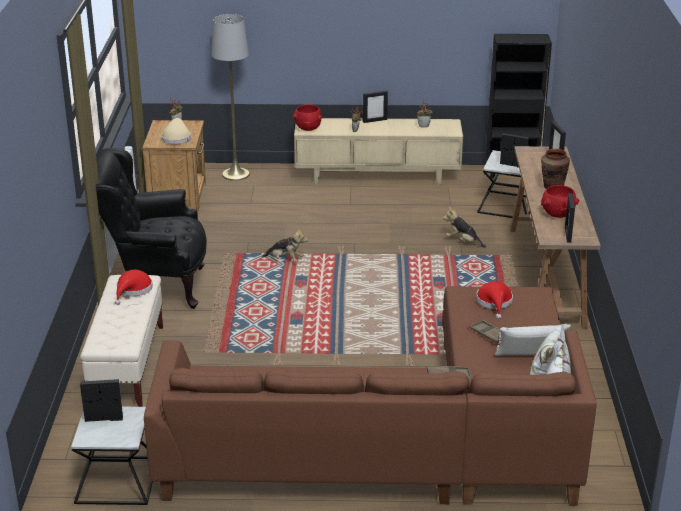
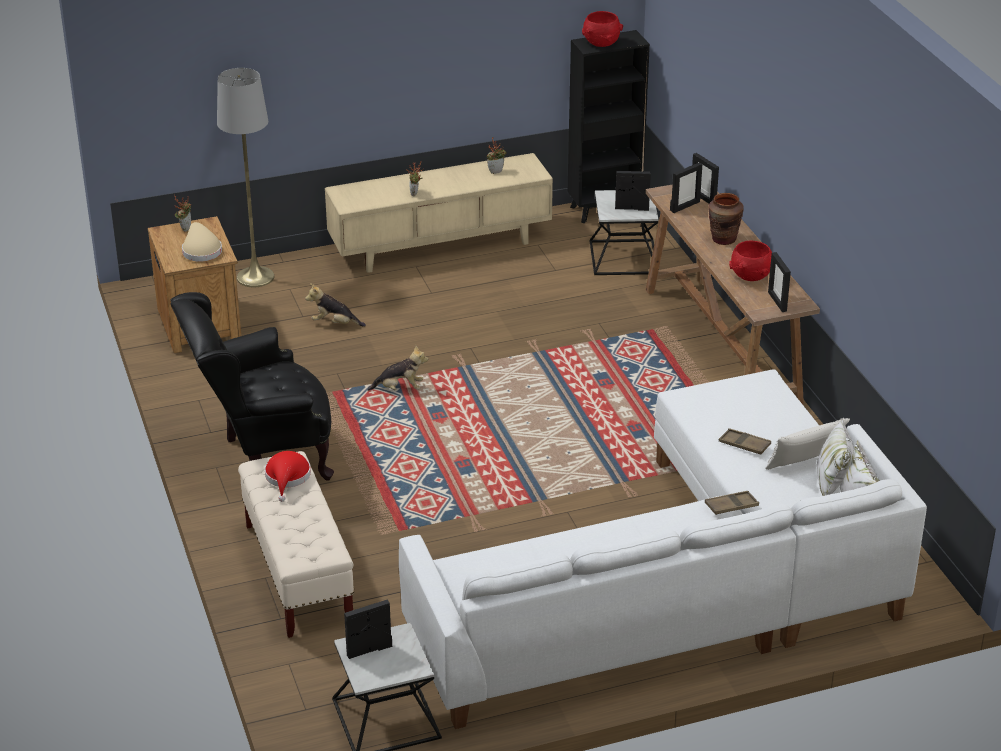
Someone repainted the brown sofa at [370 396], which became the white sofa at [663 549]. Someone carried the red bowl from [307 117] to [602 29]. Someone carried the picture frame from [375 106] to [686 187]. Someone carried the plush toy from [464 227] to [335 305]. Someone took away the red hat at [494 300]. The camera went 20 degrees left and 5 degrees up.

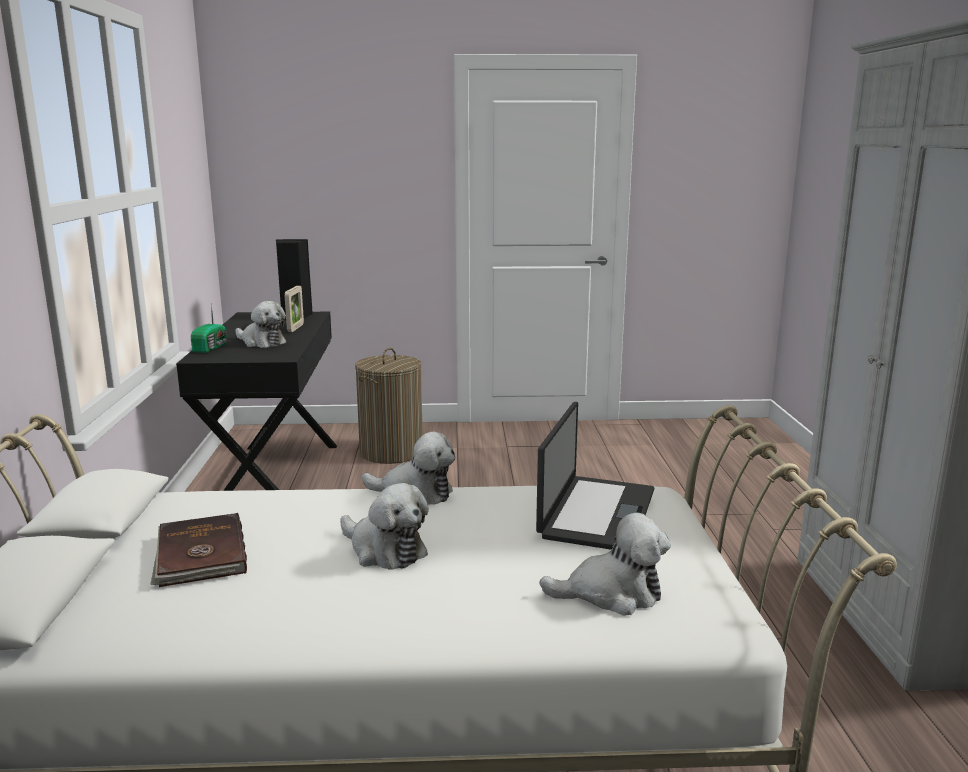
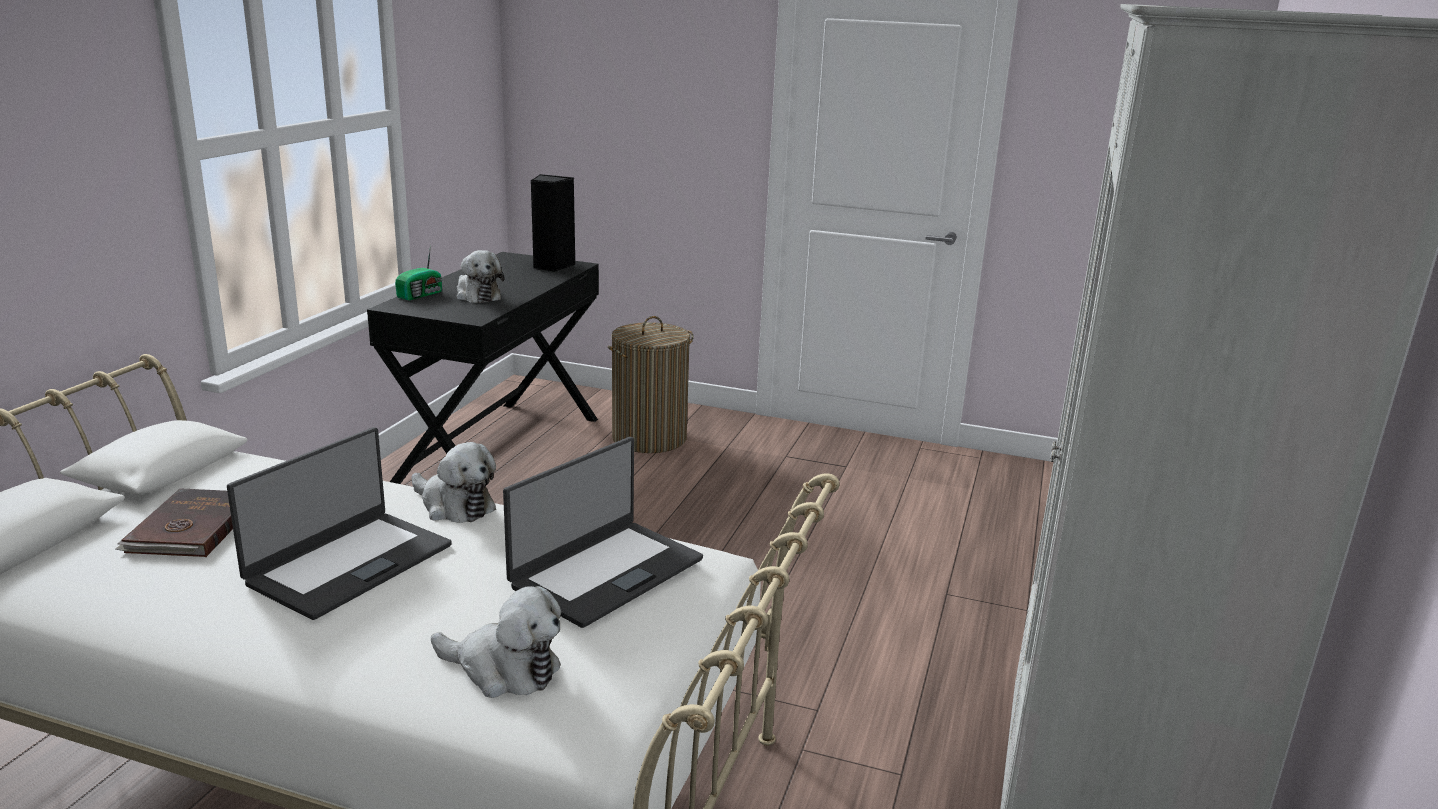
Someone took away the picture frame at [294 309]. Someone swapped the plush toy at [384 526] for the laptop at [339 523]. The camera went 20 degrees right and 5 degrees up.

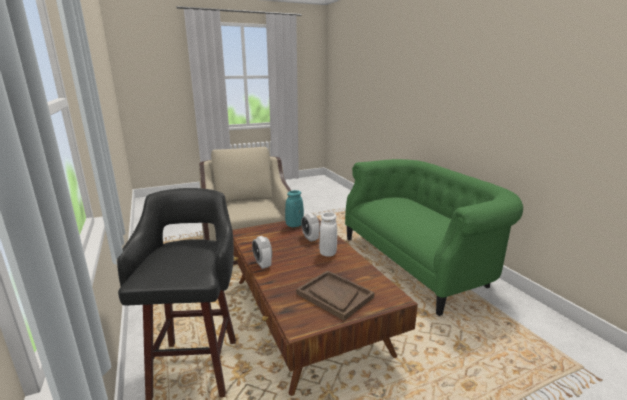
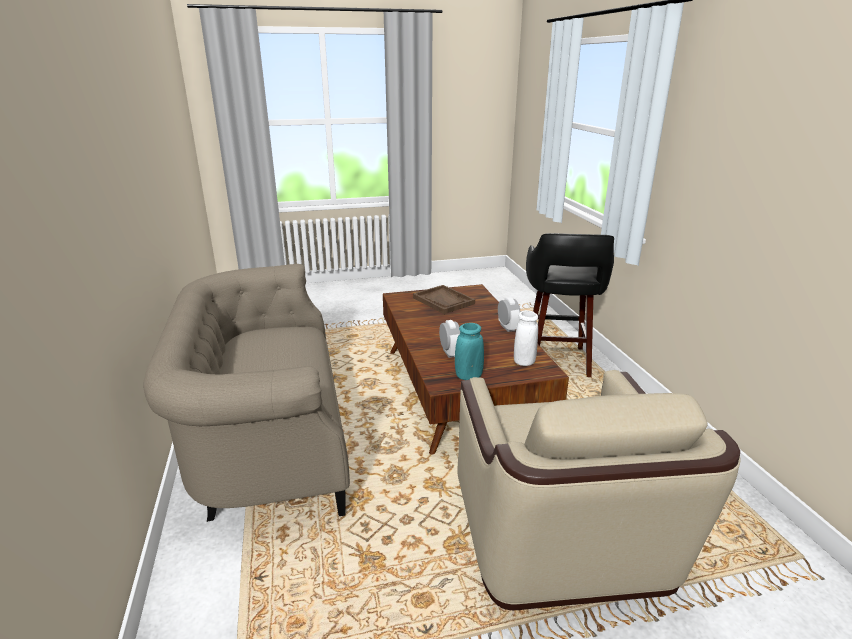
Someone carried the white vase from [328 234] to [526 338]. Someone repainted the green sofa at [434 237], which became the beige sofa at [246 393]. The camera went 170 degrees left and 5 degrees up.

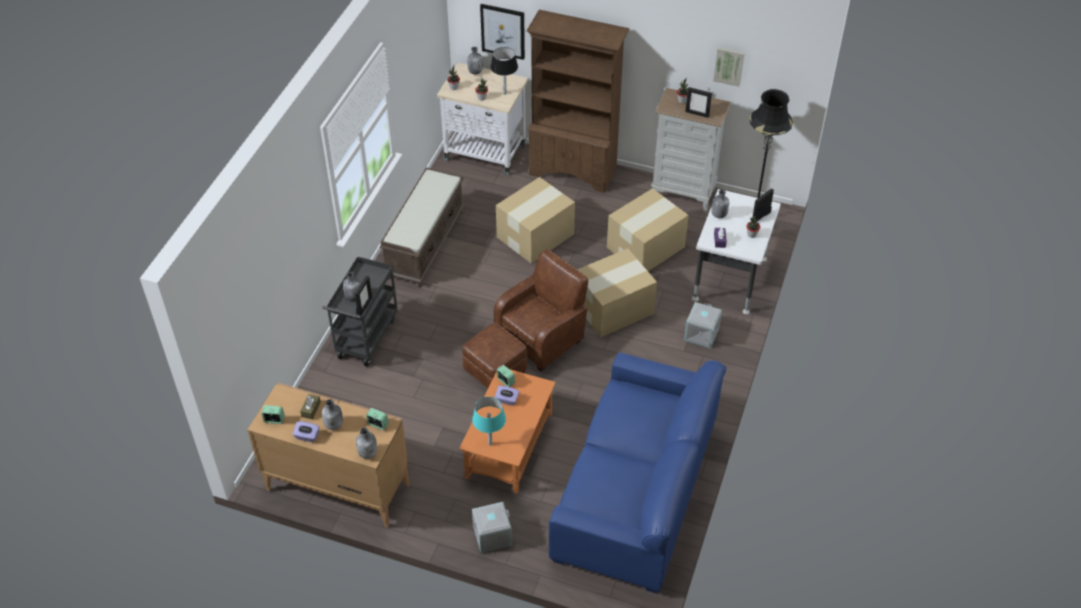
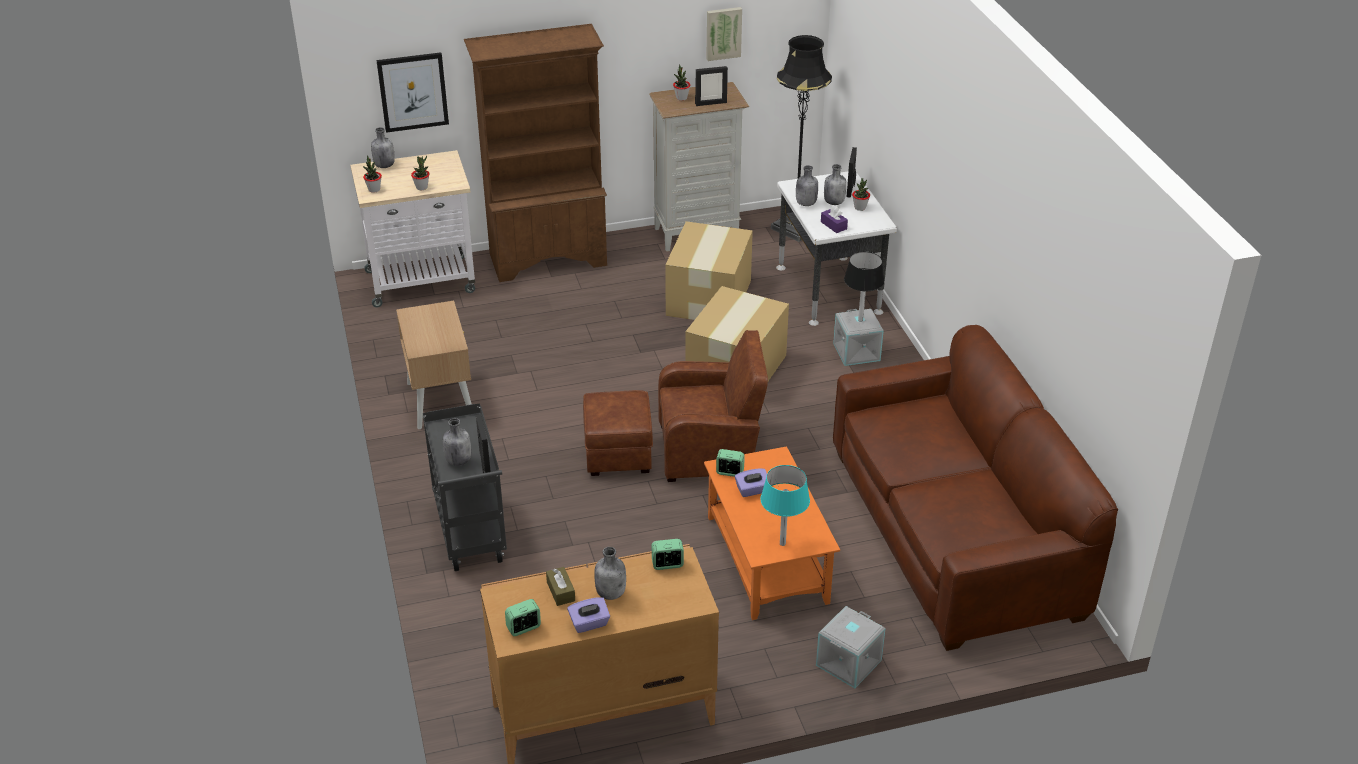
Someone carried the grey bottle from [366 443] to [835 184]. Someone swapped the brown bench at [422 227] for the beige nightstand at [434 365]. Someone rotated the brown armchair at [525 318] by 75 degrees clockwise. Someone carried the black table lamp from [504 71] to [864 287]. Someone took away the cardboard box at [535 220]. Someone repainted the blue sofa at [637 473], which became the brown sofa at [975 488]. The camera went 35 degrees left and 10 degrees down.

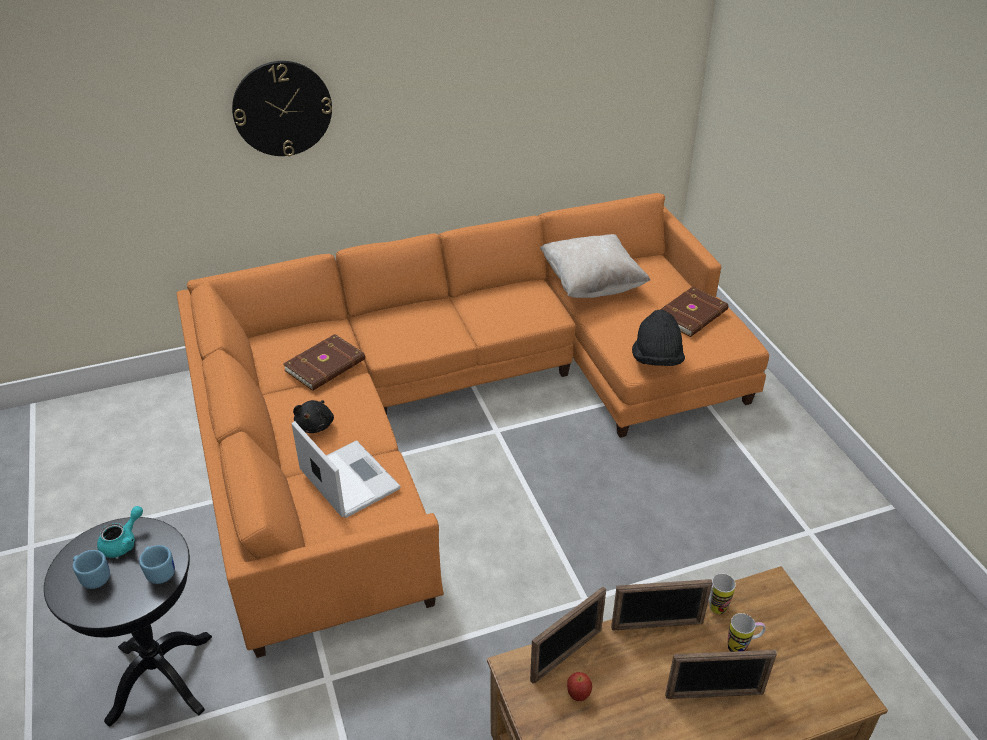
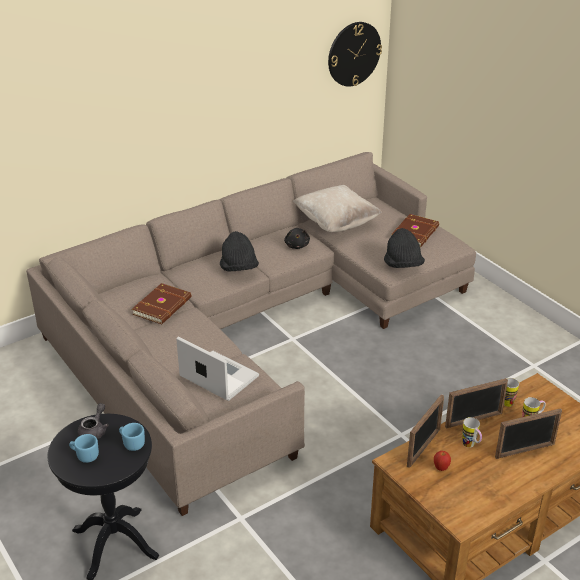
Someone repainted the turquoise teapot at [120 532], which became the grey teapot at [93 421]. Someone repainted the orange sofa at [473 425], which became the beige sofa at [251 334]. Someone carried the wall clock from [282 108] to [355 54]. Someone carried the black plush toy from [313 416] to [297 238]. Someone put down the black hat at [239 251]. Someone put down the mug at [472 432]. The camera went 15 degrees left and 5 degrees down.

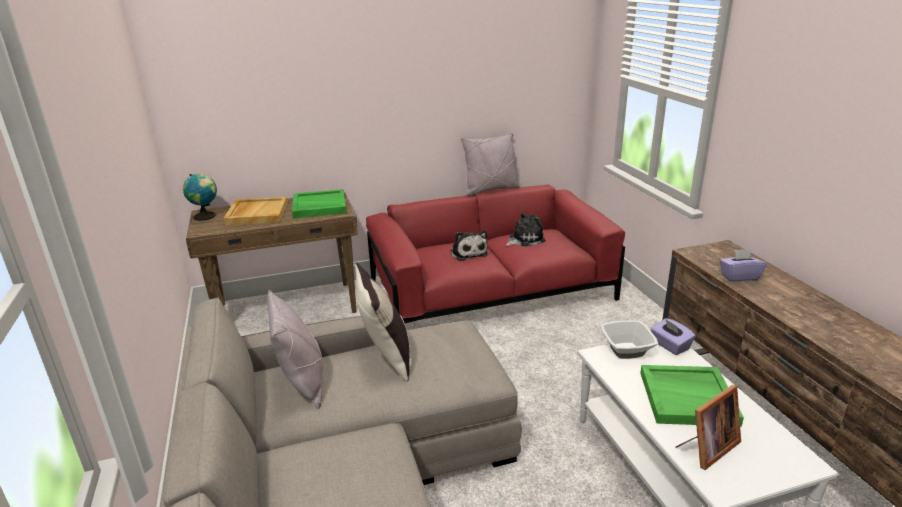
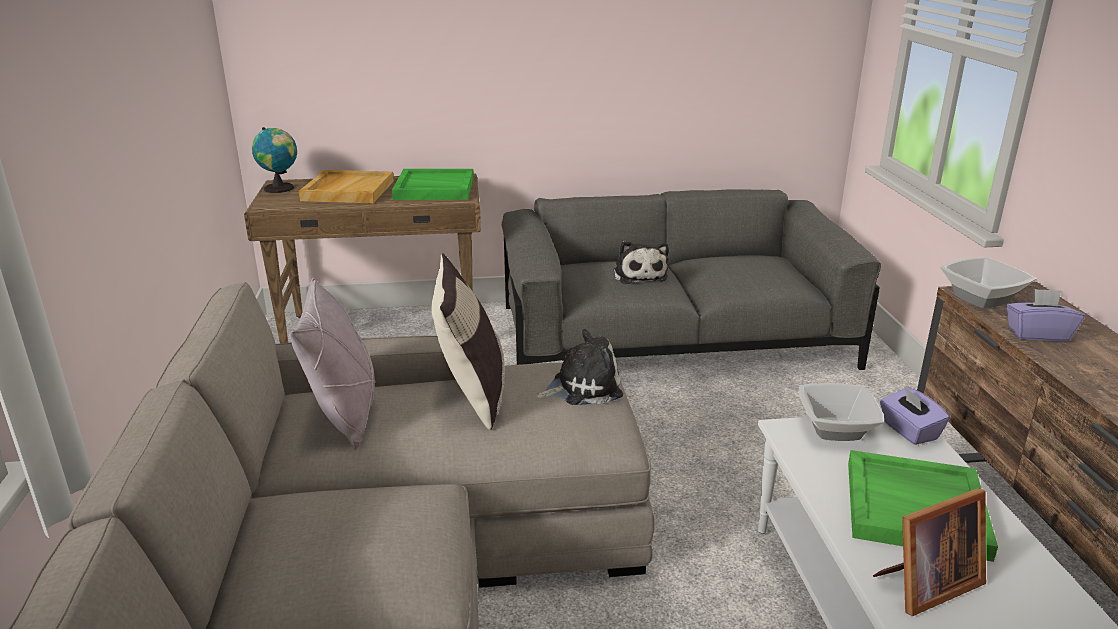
Someone repainted the red sofa at [495 253], which became the grey sofa at [691 279]. Someone took away the purple pillow at [490 164]. Someone carried the plush toy from [525 229] to [579 367]. Someone put down the bowl at [988 282]. The camera went 10 degrees right and 0 degrees up.

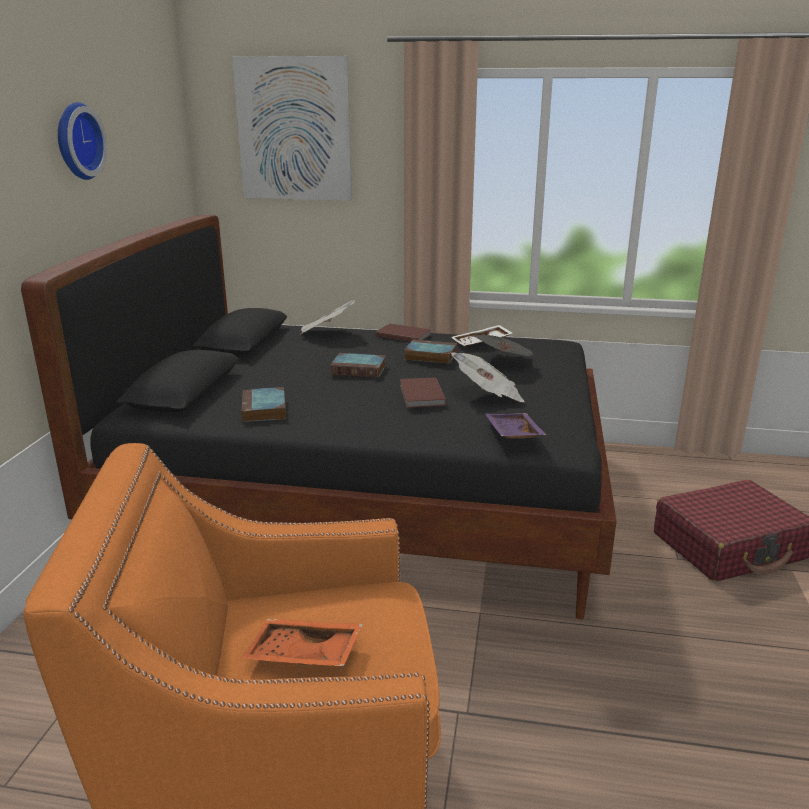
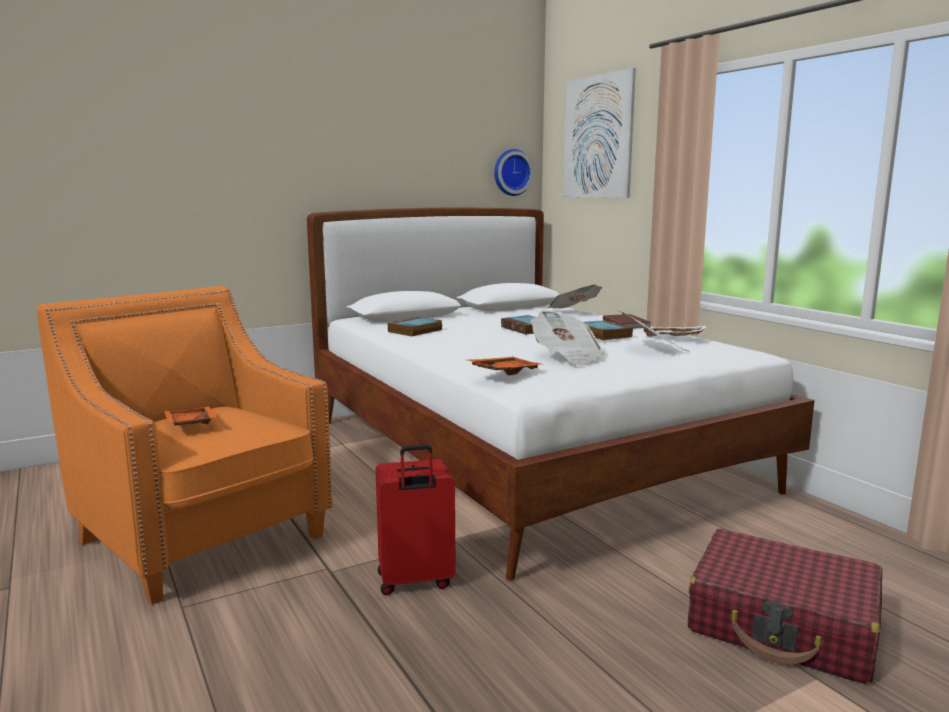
Someone repainted the black bed at [319 417], which became the white bed at [561 394]. Someone carried the wall clock from [83 141] to [513 172]. Someone took away the brown book at [423 392]. Someone repainted the purple tray at [515 426], which became the orange tray at [506 366]. Someone put down the red suitcase at [415 519]. The camera went 50 degrees right and 10 degrees down.

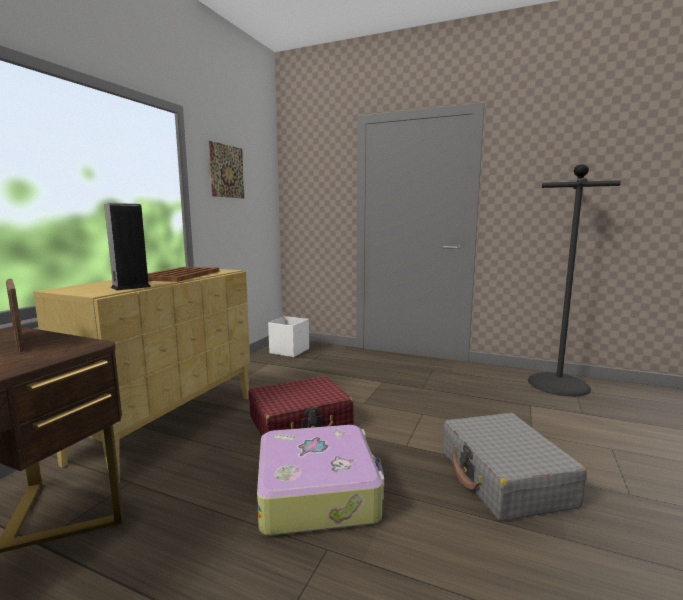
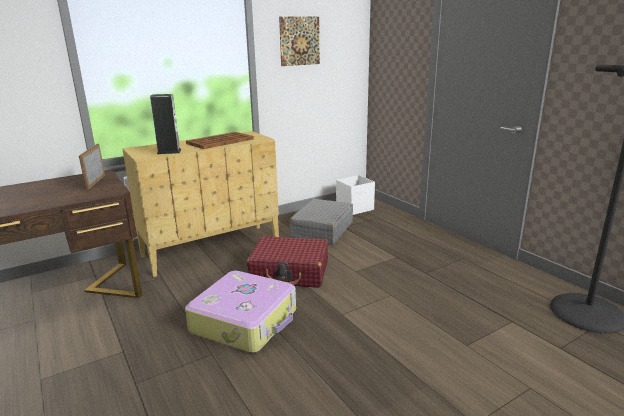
Someone carried the grey suitcase from [515 467] to [321 222]. The camera went 35 degrees right and 10 degrees up.

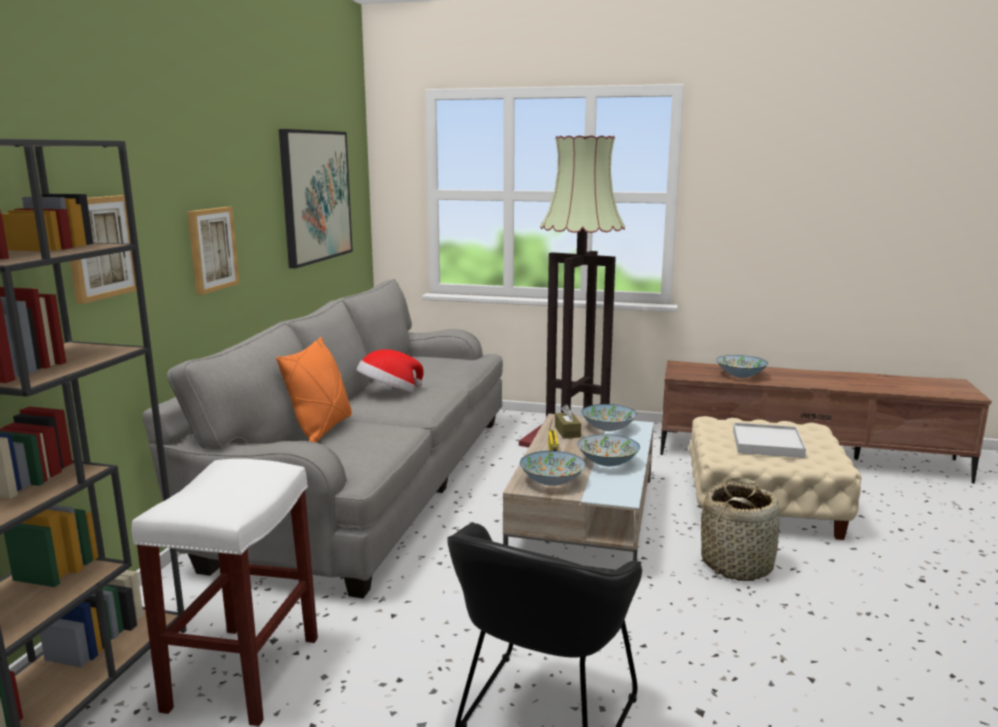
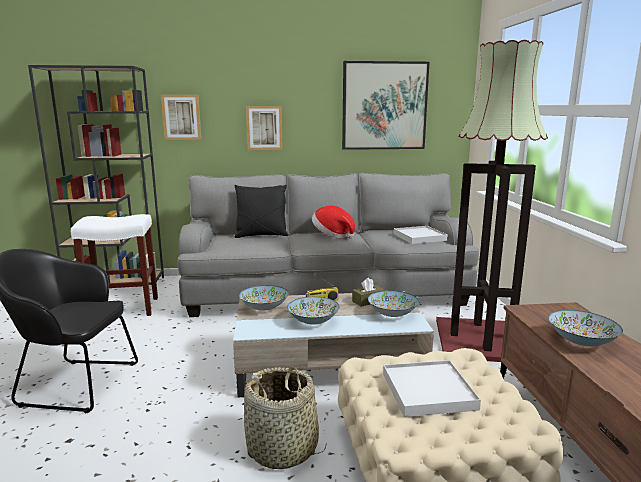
Someone repainted the orange pillow at [314 390], which became the black pillow at [261 211]. Someone put down the white tray at [420 235]. The camera went 70 degrees right and 0 degrees up.

